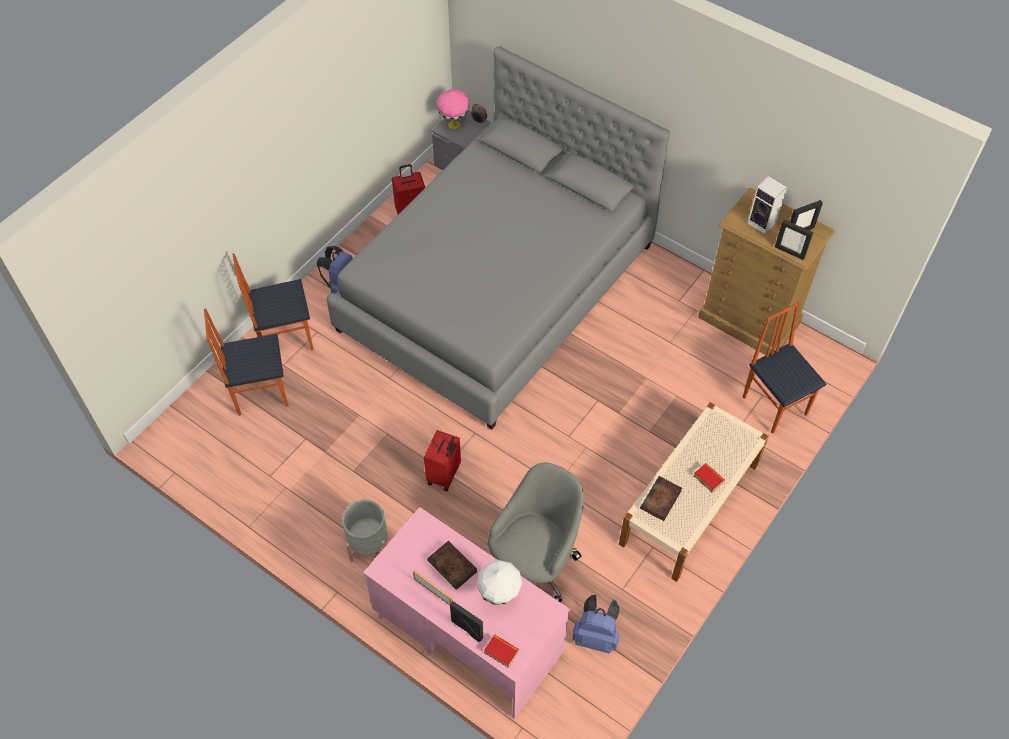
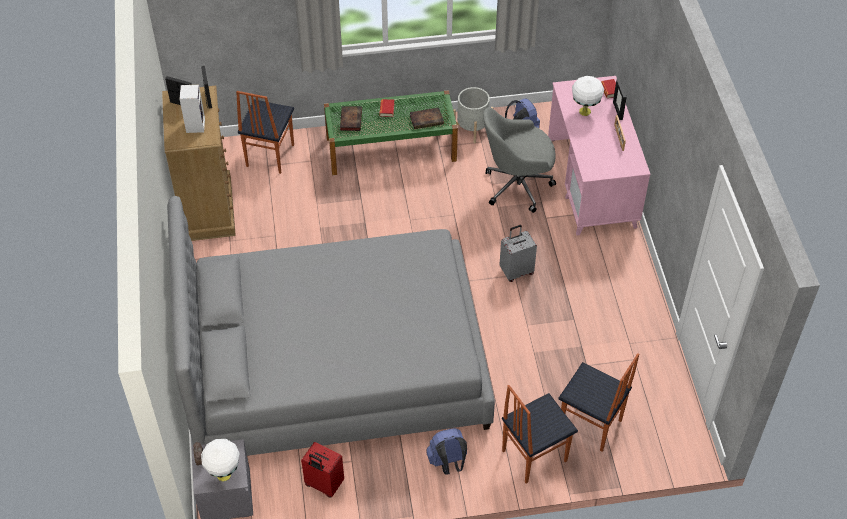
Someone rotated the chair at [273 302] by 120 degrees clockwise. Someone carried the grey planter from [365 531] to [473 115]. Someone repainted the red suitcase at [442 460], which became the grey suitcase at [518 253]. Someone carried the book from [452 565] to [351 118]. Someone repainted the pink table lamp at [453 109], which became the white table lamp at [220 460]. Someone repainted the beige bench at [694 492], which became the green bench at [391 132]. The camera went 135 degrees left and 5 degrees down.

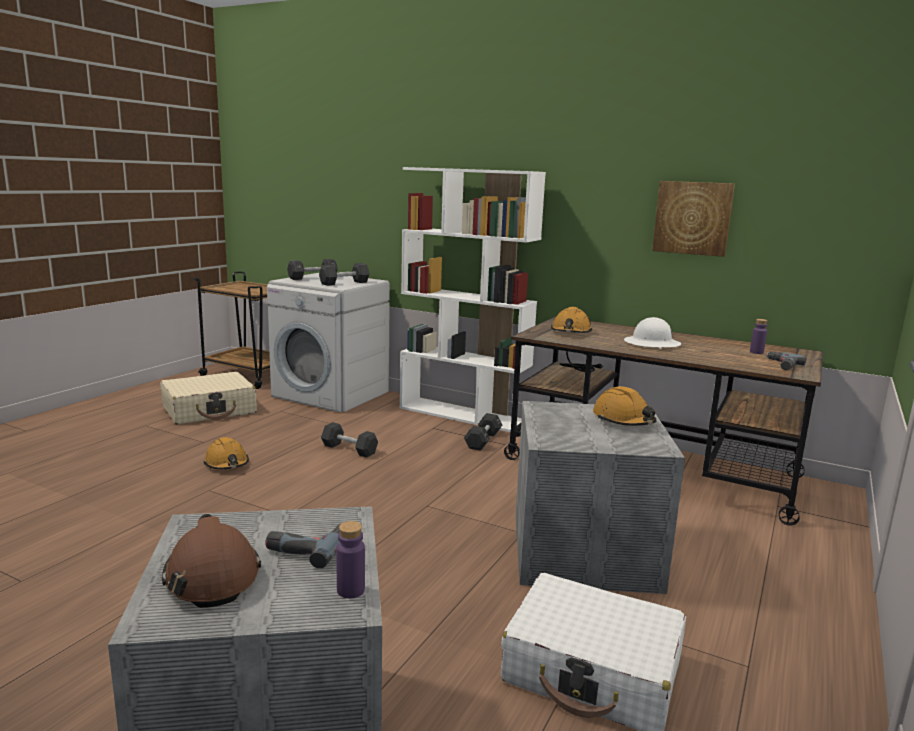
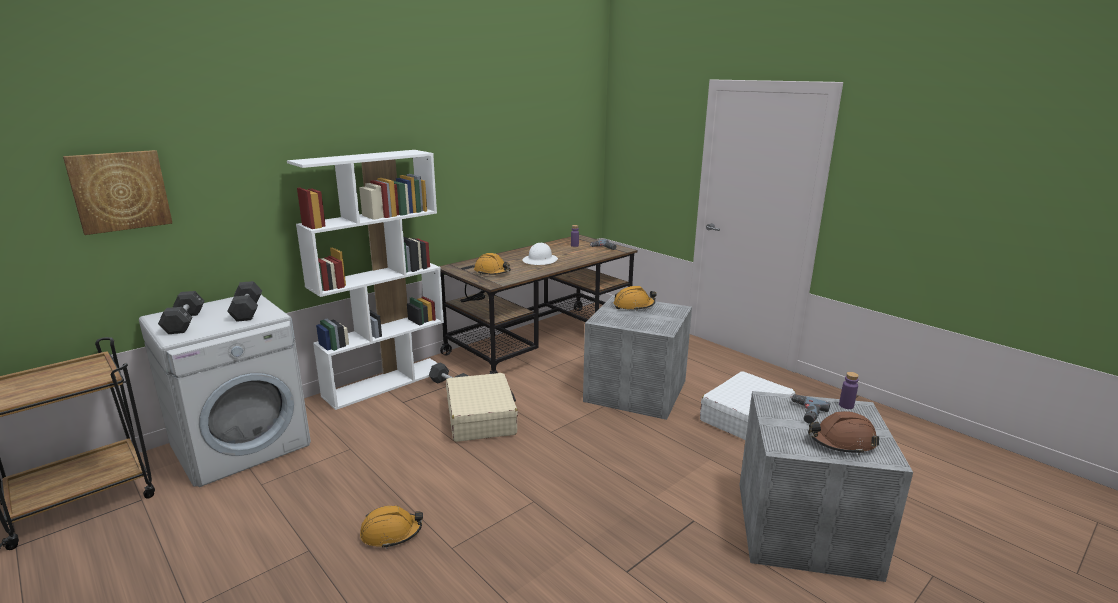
Someone carried the beige suitcase from [208 398] to [482 407]. Someone took away the black dumbbell at [349 440]. Someone carried the picture from [693 219] to [118 192]. The camera went 70 degrees left and 5 degrees up.

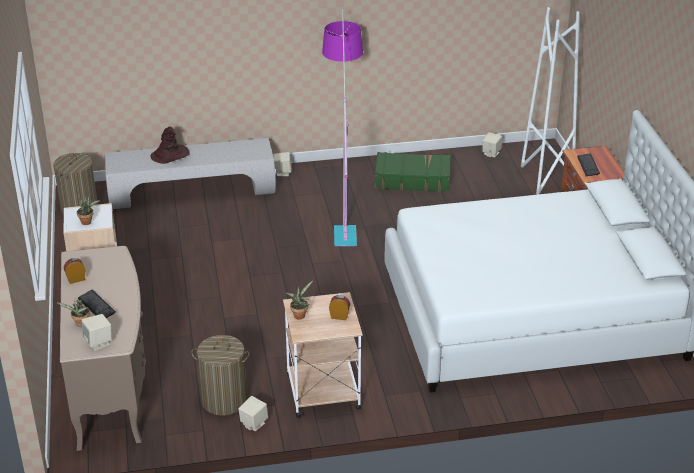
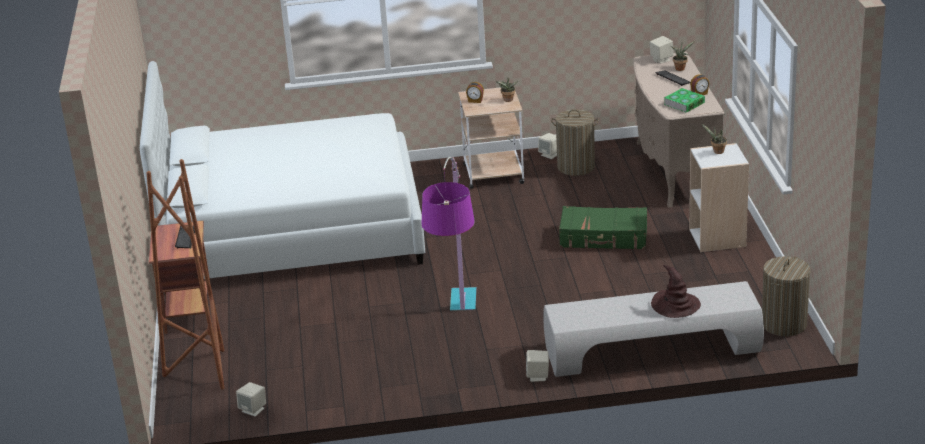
Someone carried the green suitcase from [413 172] to [603 227]. Someone repainted the white clothes rack at [550 101], which became the brown clothes rack at [186 274]. Someone put down the book at [684 100]. The camera went 175 degrees left and 5 degrees down.

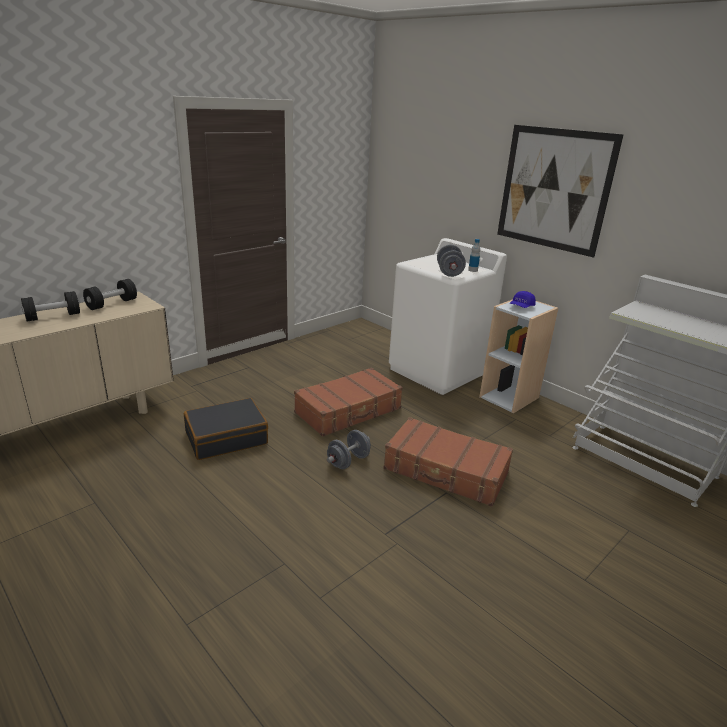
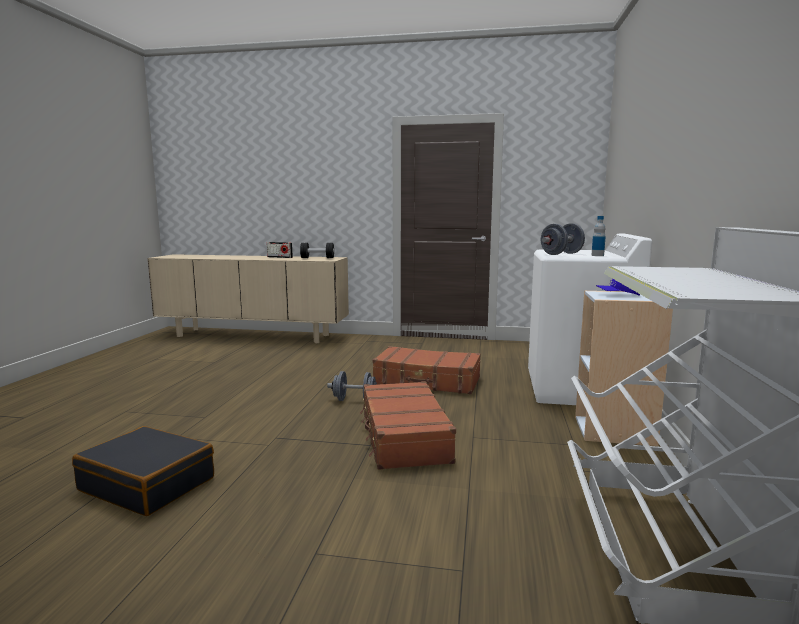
Someone swapped the black dumbbell at [50 306] for the radio at [280 250]. Someone carried the black suitcase from [226 429] to [143 471]. Someone took away the picture at [560 191]. The camera went 55 degrees right and 15 degrees down.

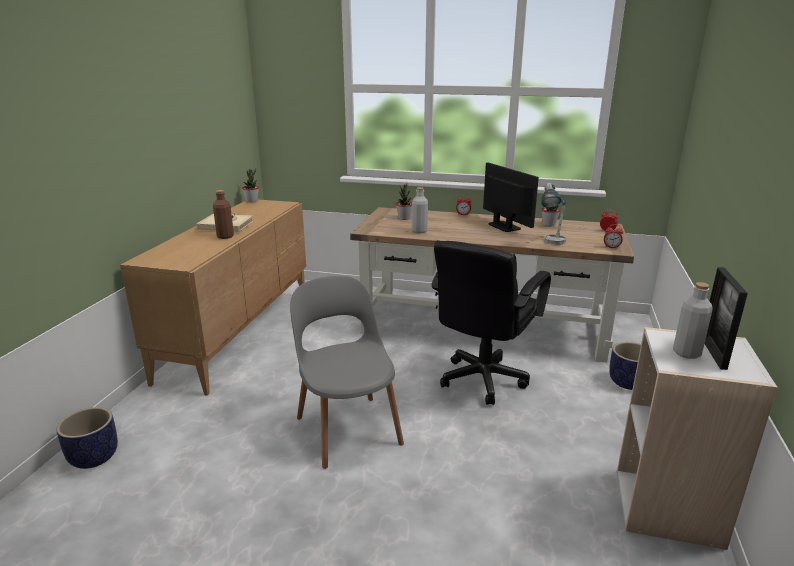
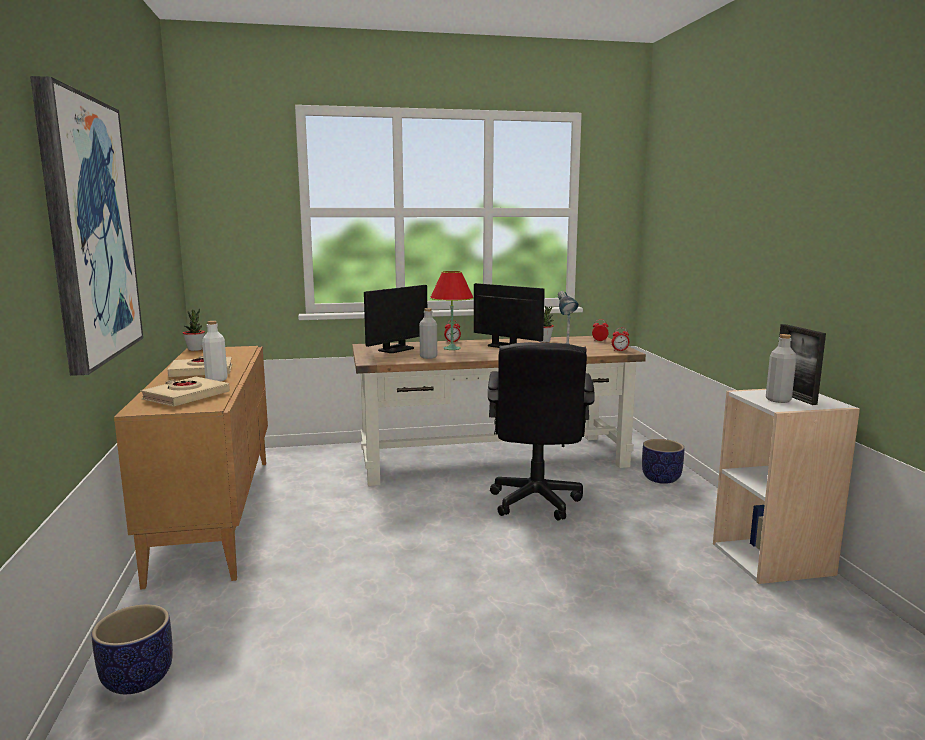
Someone repainted the brown bottle at [223 214], which became the white bottle at [215 351]. Someone took away the grey chair at [347 372]. Someone swapped the potted plant at [404 202] for the monitor at [395 319]. Someone put up the picture at [86 226]. Someone put down the beige book at [185 392]. Someone put down the red table lamp at [452 310]. The camera went 25 degrees left and 10 degrees down.

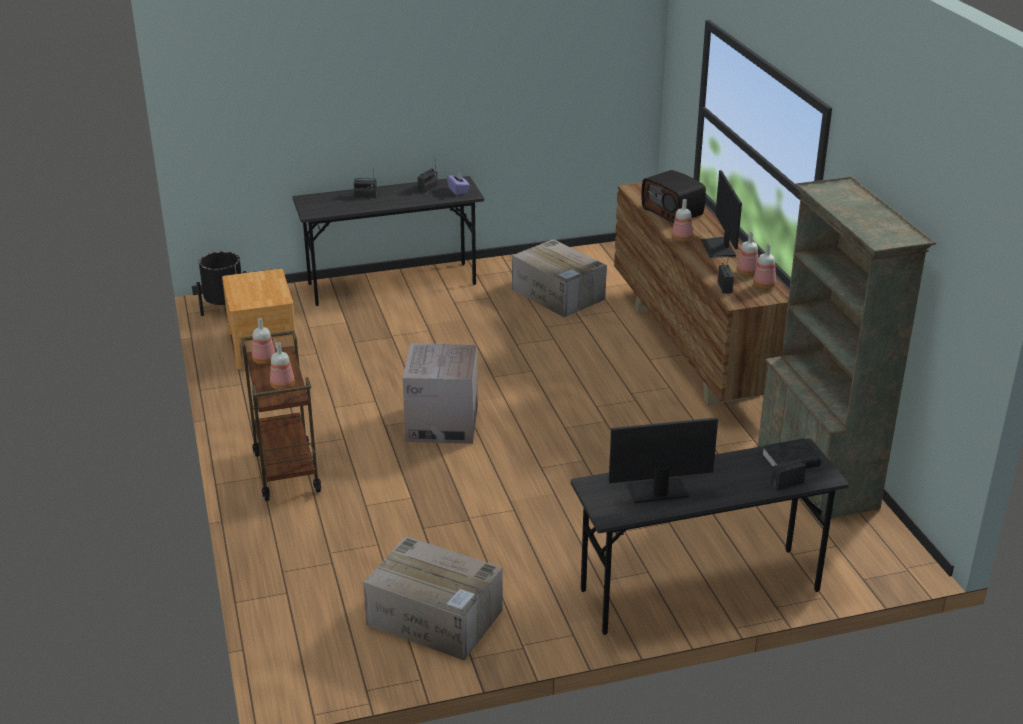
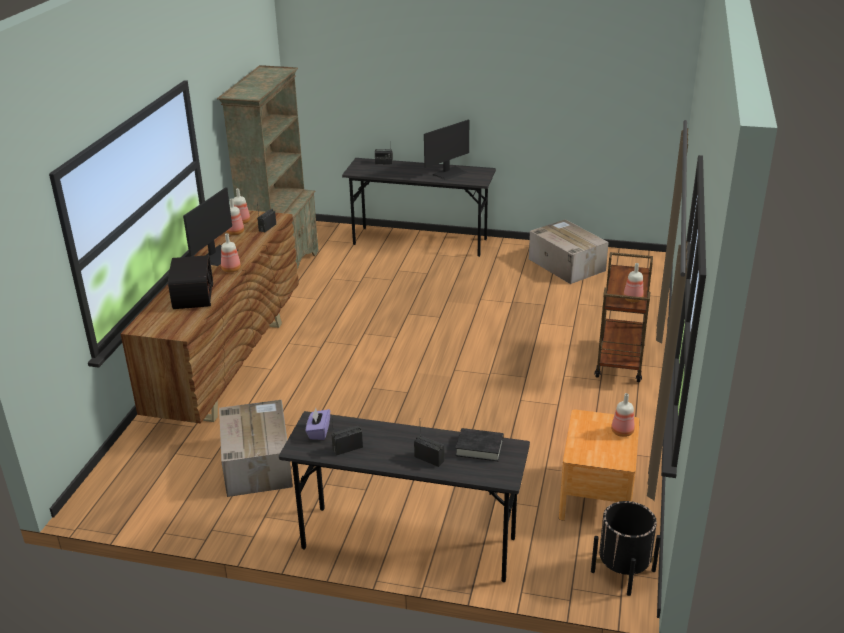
Someone carried the bottle from [282 366] to [623 415]. Someone took away the cardboard box at [440 393]. Someone rotated the monitor at [663 460] by 60 degrees counterclockwise. Someone carried the black book from [791 453] to [479 444]. The camera went 150 degrees left and 0 degrees up.

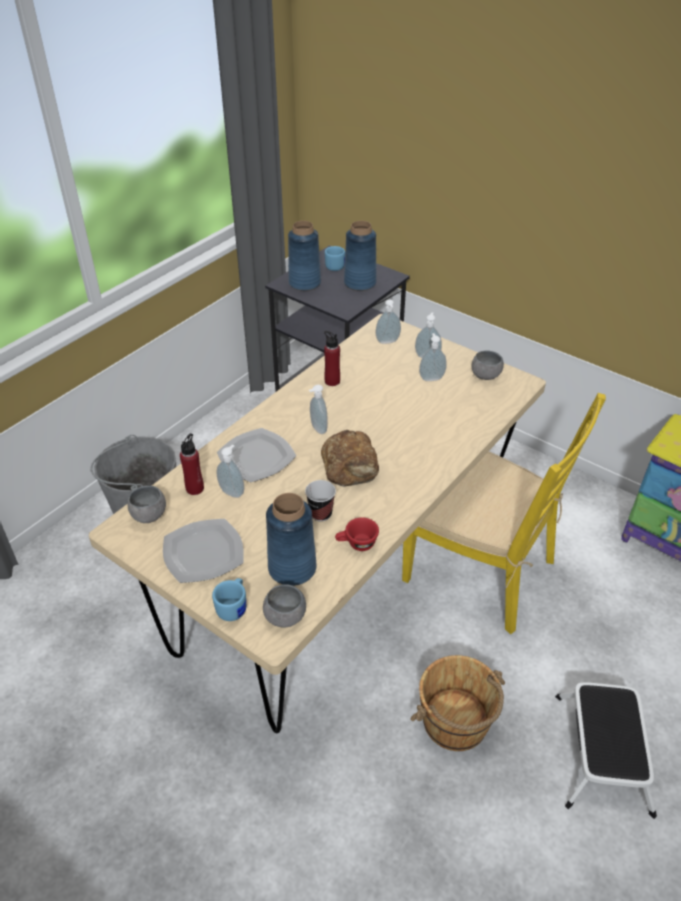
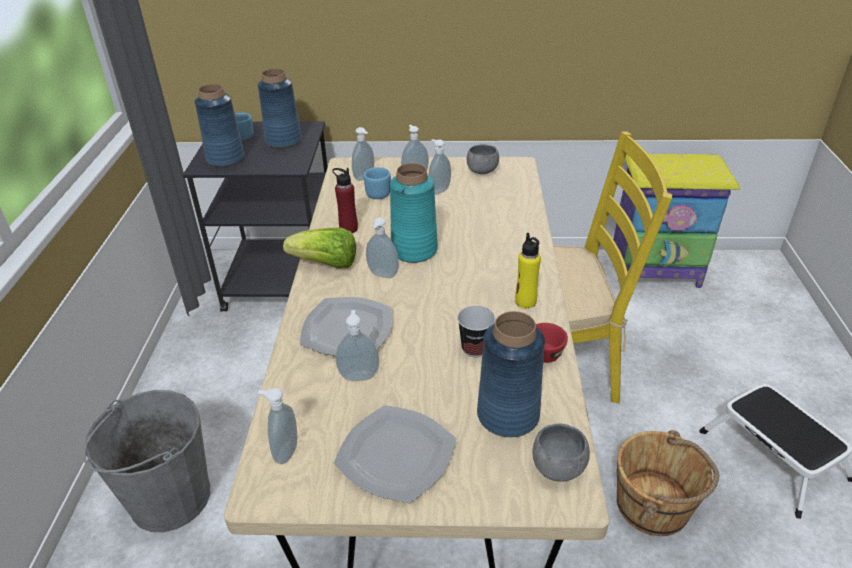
Someone swapped the grey bowl at [146 504] for the soap dispenser at [277 426]. Someone took away the red bottle at [192 464]. Someone carried the blue mug from [229 599] to [377 183]. Someone took away the bread at [350 458]. Someone put down the lettuce at [319 247]. Someone put down the turquoise vase at [414 213]. Someone put down the yellow bottle at [528 271]. The camera went 35 degrees left and 5 degrees down.

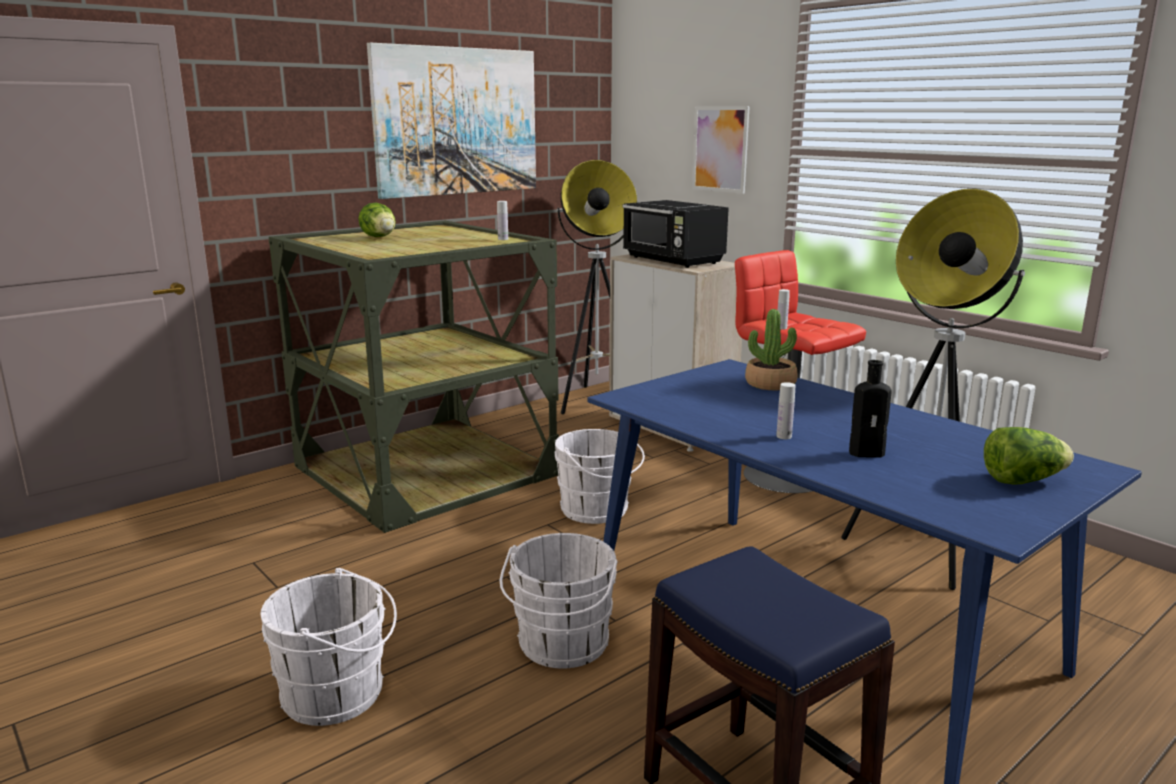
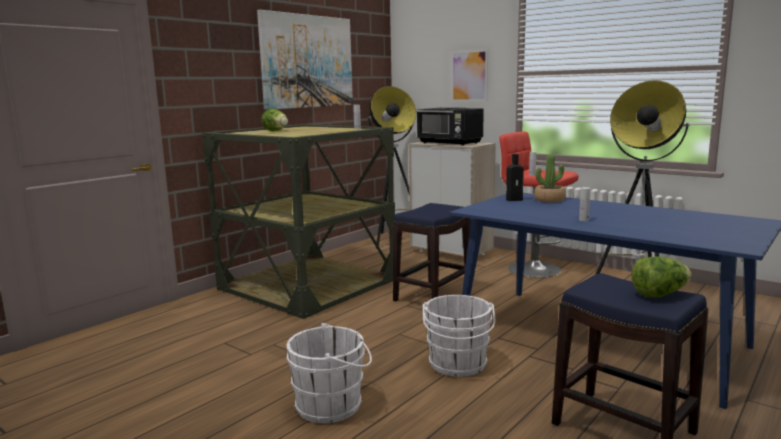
Someone swapped the white bucket at [599 476] for the stool at [432 252]. Someone carried the black bottle from [870 409] to [515 177]. Someone carried the lettuce from [1029 456] to [661 277]. The camera went 10 degrees left and 5 degrees down.

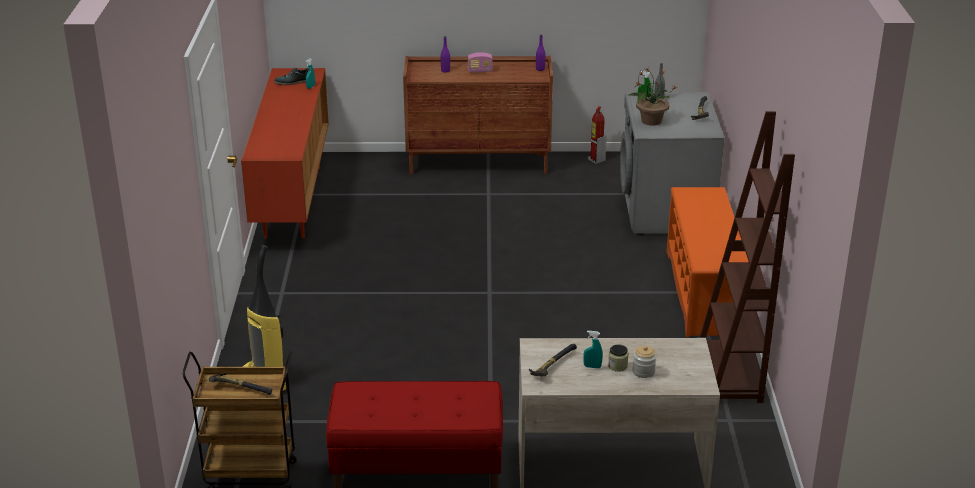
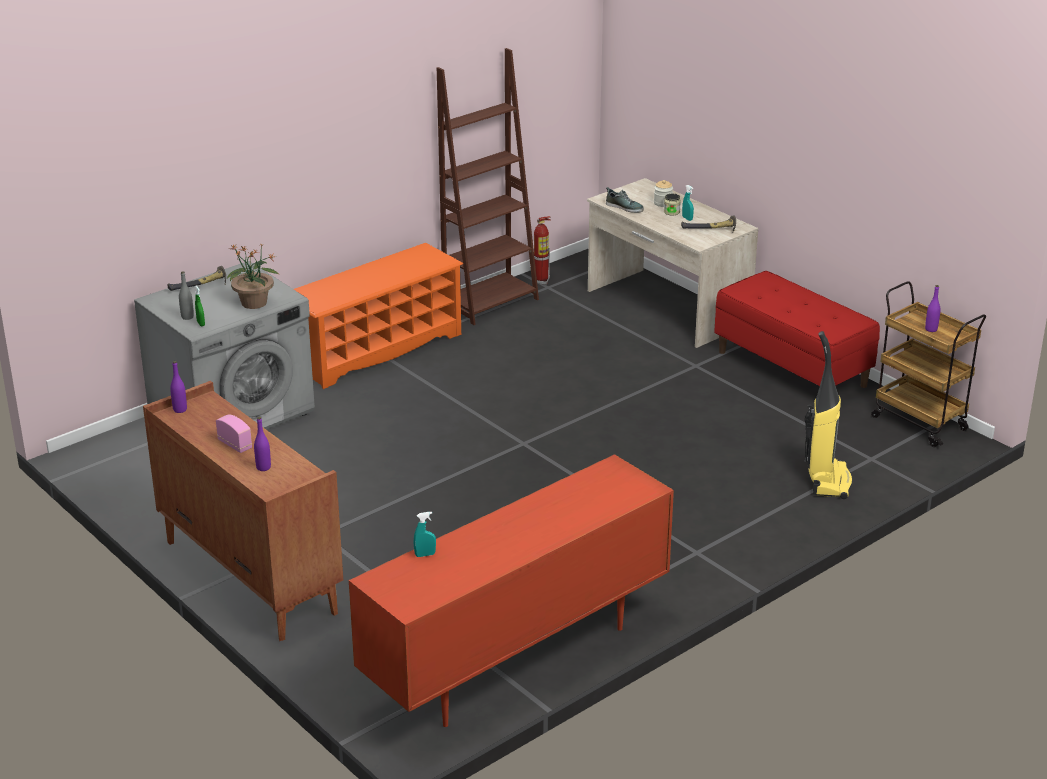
Someone swapped the hammer at [240 384] for the purple bottle at [932 308]. Someone carried the shoe from [291 76] to [625 200]. Someone carried the fire extinguisher from [597 135] to [542 250]. The camera went 130 degrees left and 0 degrees up.

